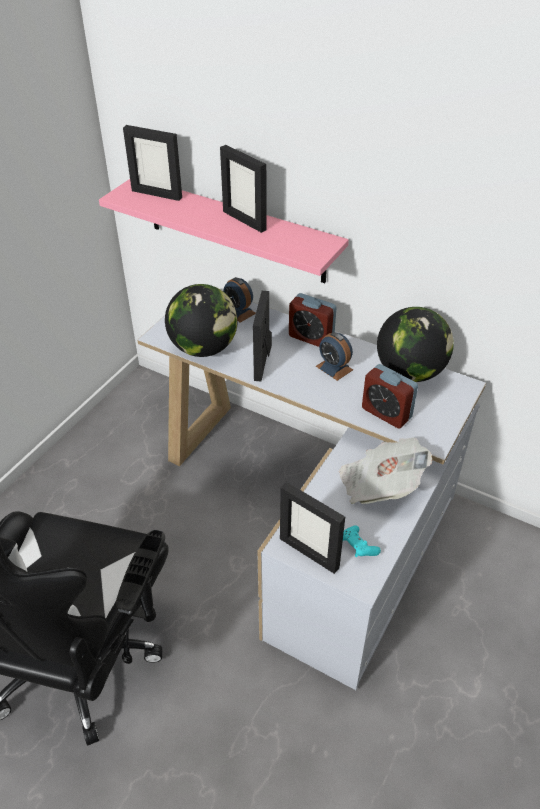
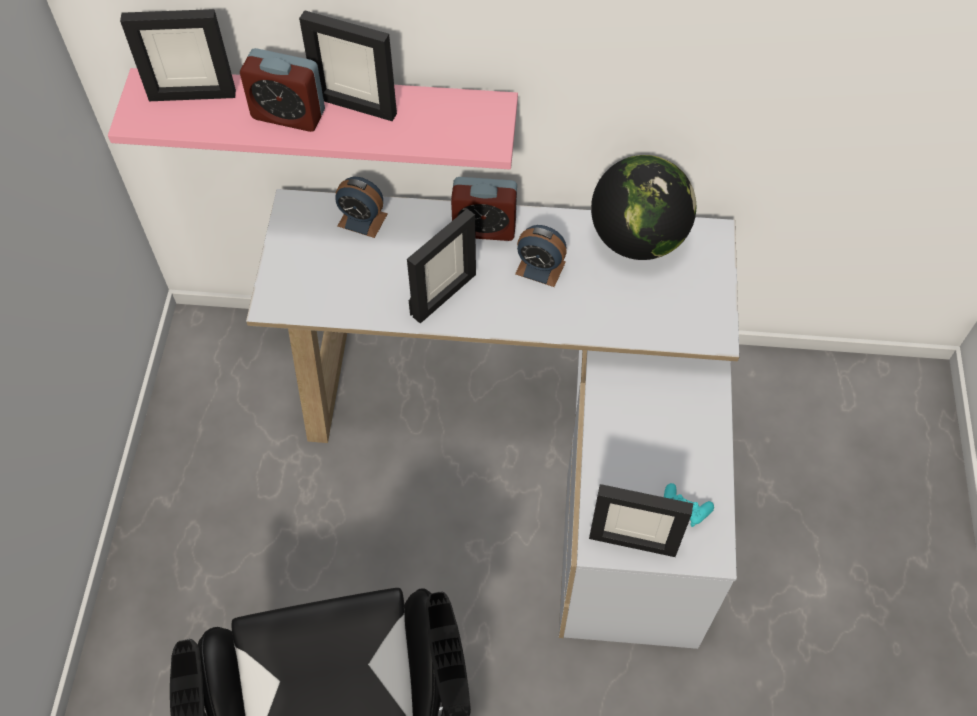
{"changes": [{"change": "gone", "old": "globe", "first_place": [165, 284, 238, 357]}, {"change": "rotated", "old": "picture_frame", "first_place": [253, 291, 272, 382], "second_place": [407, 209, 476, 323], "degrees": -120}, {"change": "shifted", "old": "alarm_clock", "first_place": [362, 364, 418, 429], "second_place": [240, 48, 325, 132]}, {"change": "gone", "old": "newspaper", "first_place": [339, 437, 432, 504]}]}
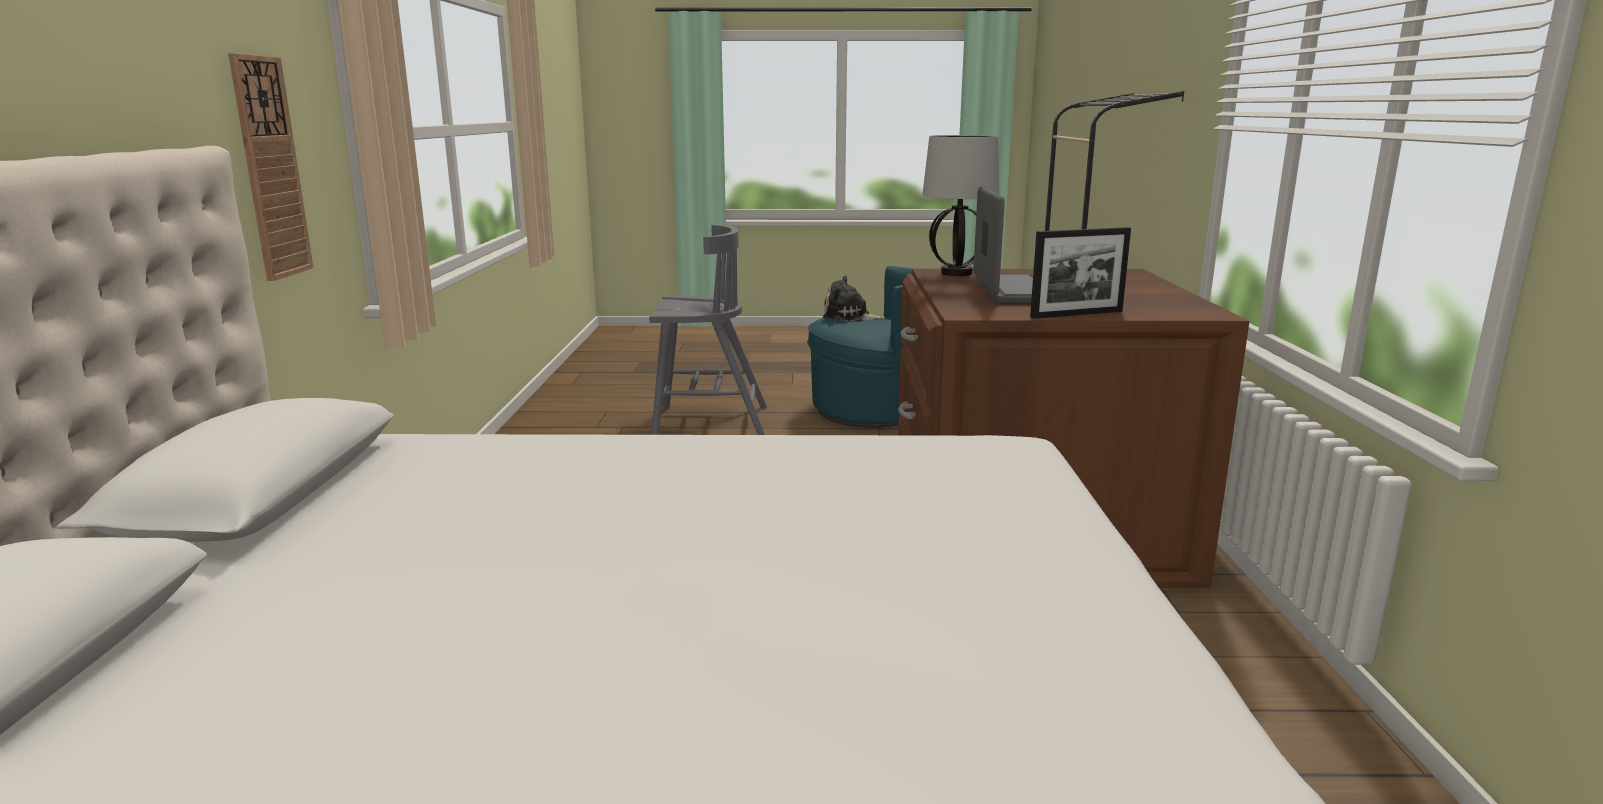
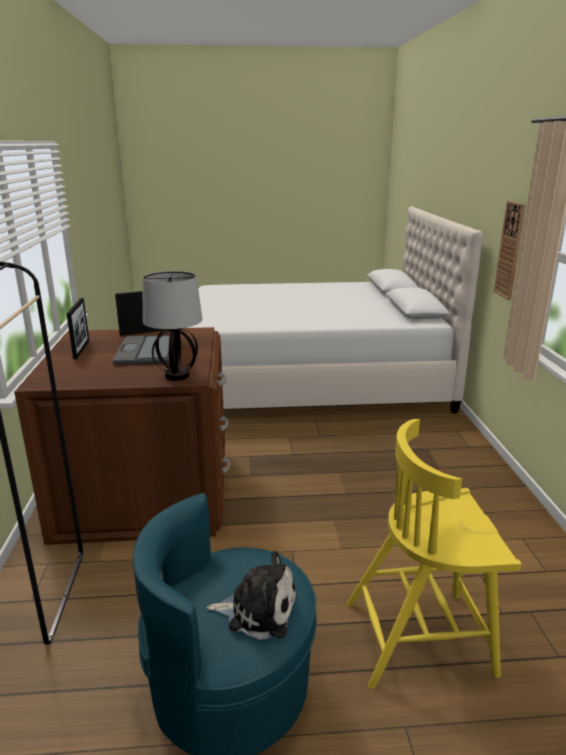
{"changes": [{"change": "repainted", "old": "grey_chair", "new": "yellow_chair", "first_place": [649, 225, 767, 435], "second_place": [346, 419, 522, 689]}, {"change": "new", "new": "picture_frame", "second_place": [66, 298, 89, 359]}]}
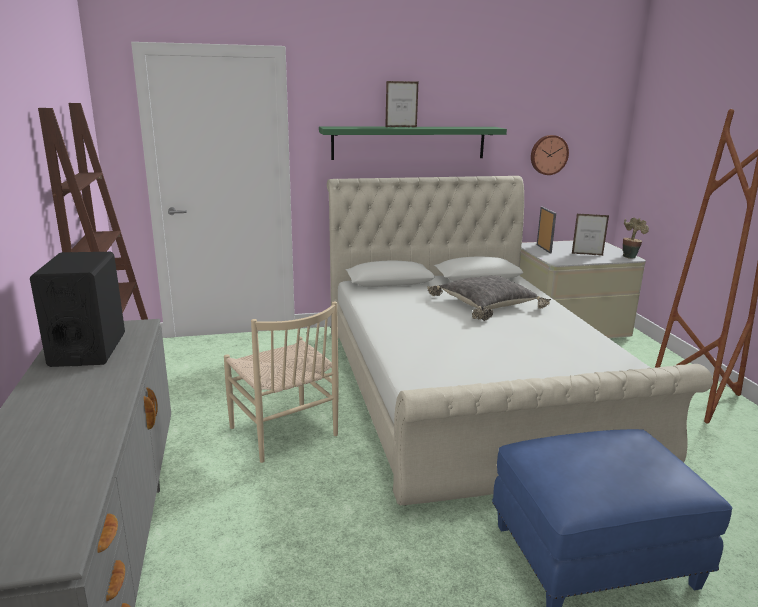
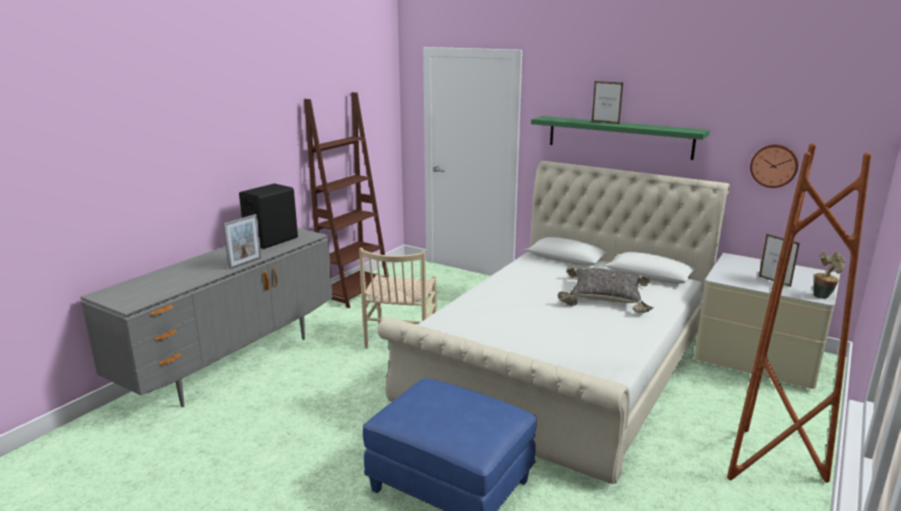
{"changes": [{"change": "shifted", "old": "picture_frame", "first_place": [537, 206, 556, 253], "second_place": [223, 214, 261, 269]}]}
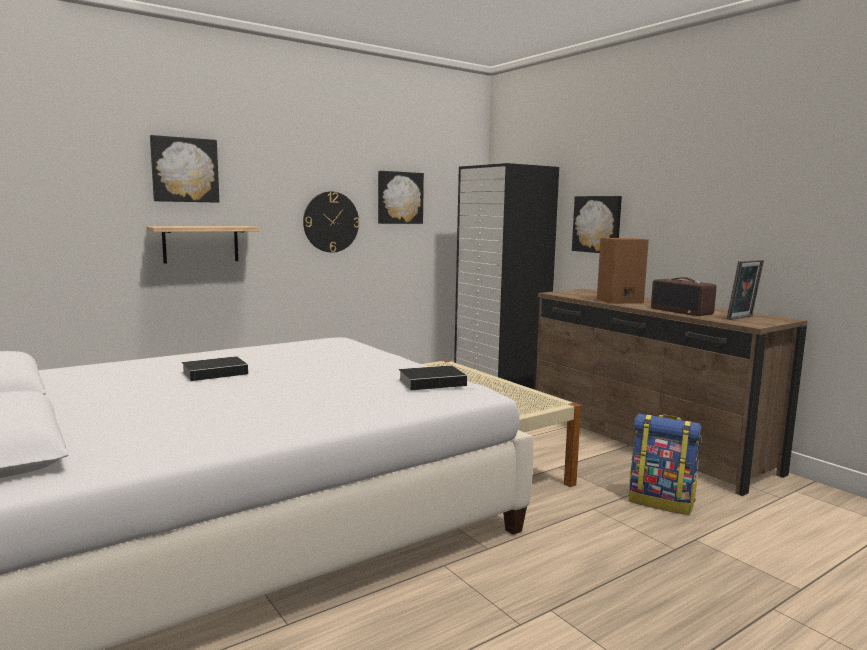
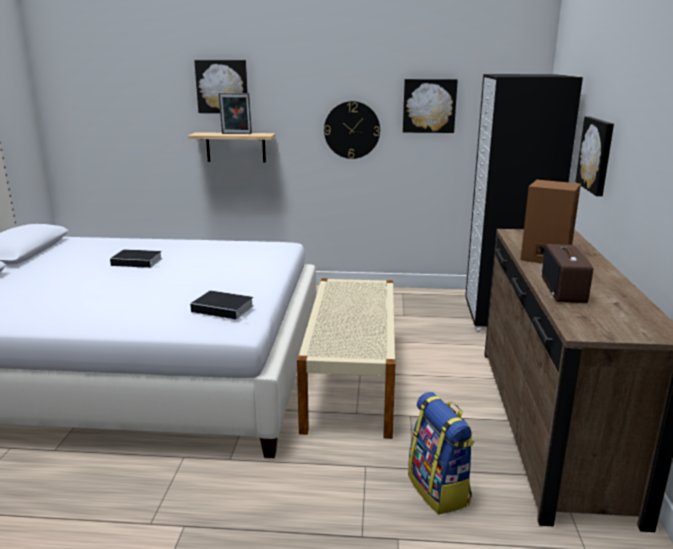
{"changes": [{"change": "shifted", "old": "picture_frame", "first_place": [727, 260, 764, 320], "second_place": [219, 93, 252, 134]}]}
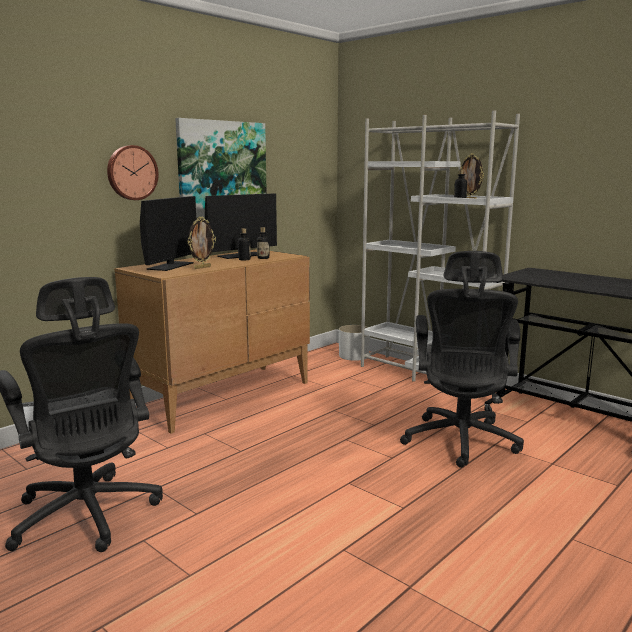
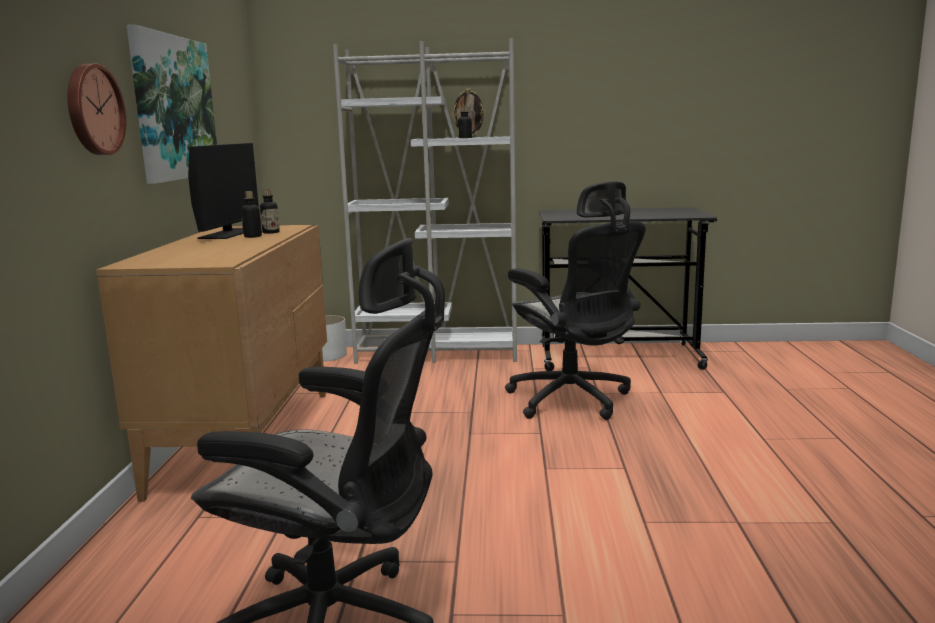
{"changes": [{"change": "gone", "old": "monitor", "first_place": [140, 196, 196, 271]}, {"change": "gone", "old": "picture_frame", "first_place": [187, 217, 216, 269]}]}
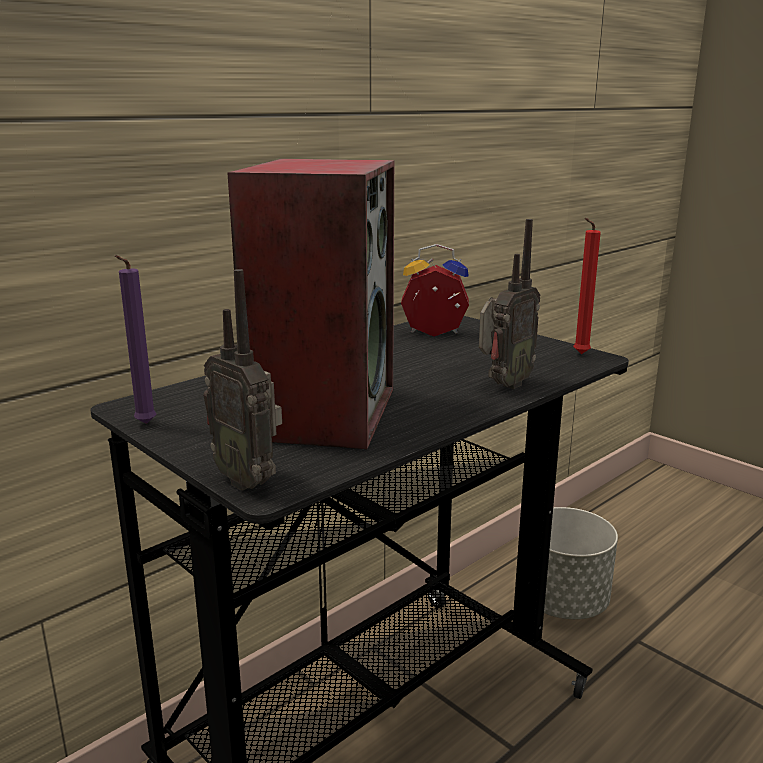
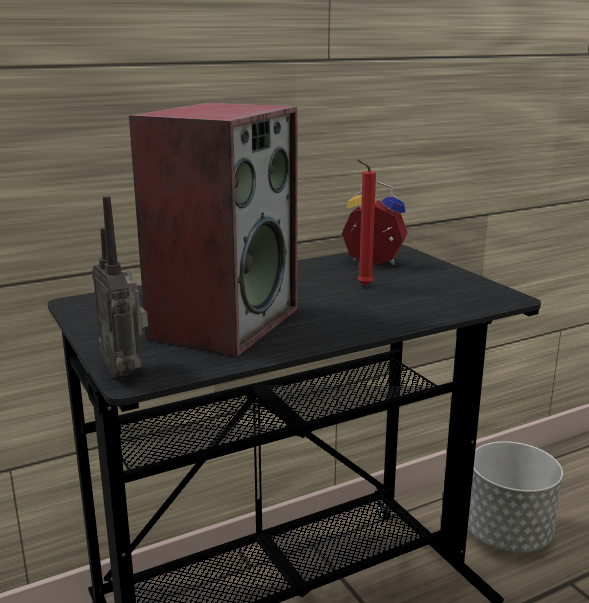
{"changes": [{"change": "shifted", "old": "red_candle", "first_place": [574, 218, 601, 354], "second_place": [357, 160, 376, 286]}, {"change": "gone", "old": "radio", "first_place": [479, 219, 540, 389]}, {"change": "gone", "old": "purple_candle", "first_place": [115, 255, 157, 424]}]}
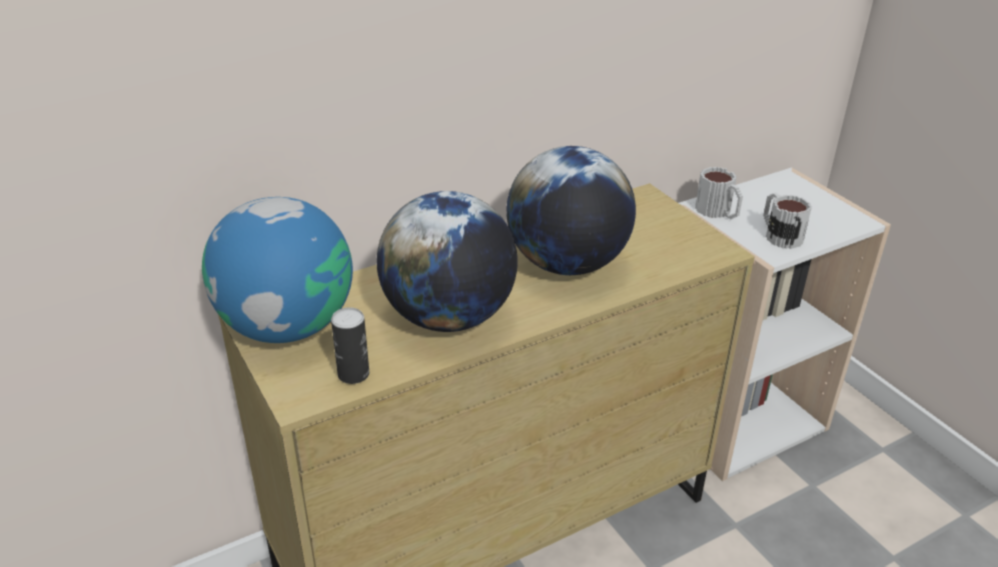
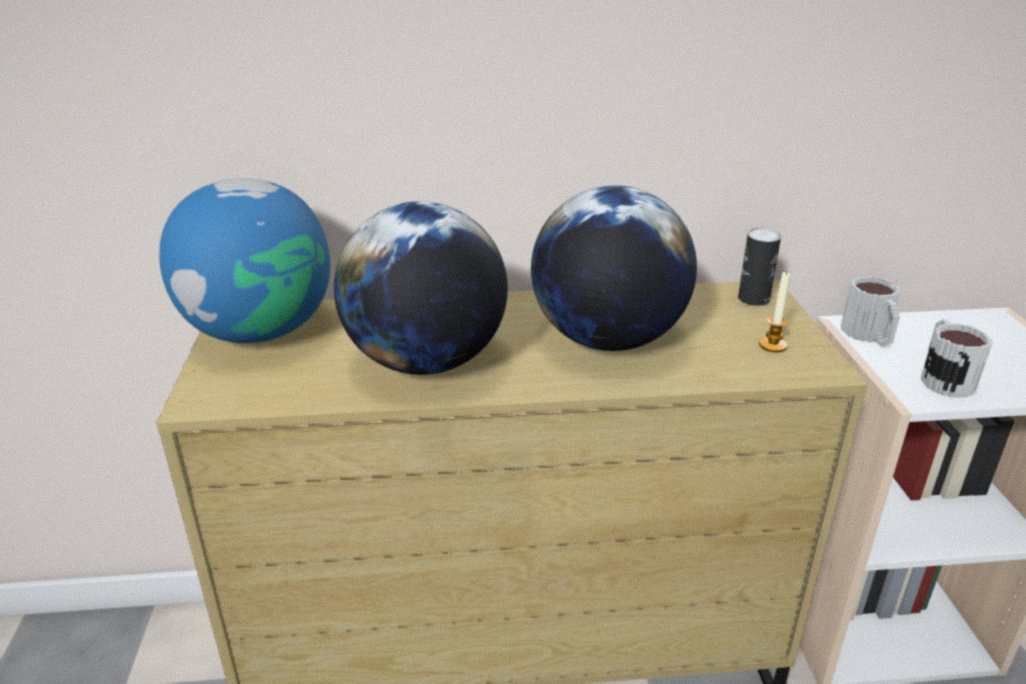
{"changes": [{"change": "shifted", "old": "can", "first_place": [331, 307, 369, 384], "second_place": [738, 227, 781, 306]}, {"change": "new", "new": "candle", "second_place": [759, 272, 790, 352]}]}
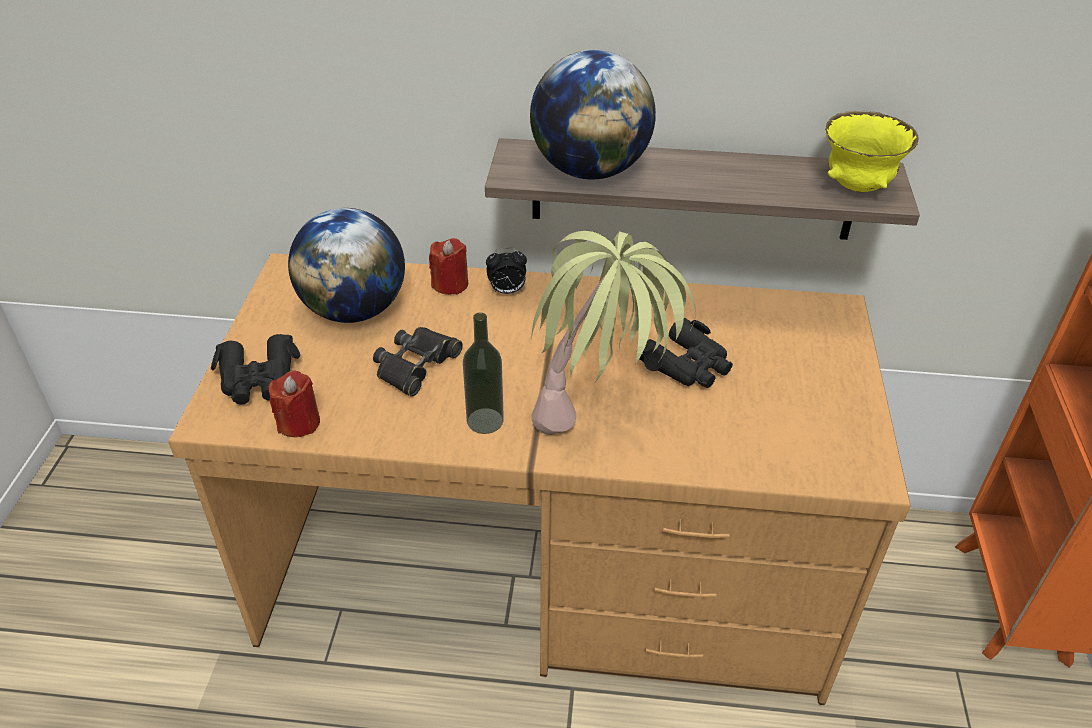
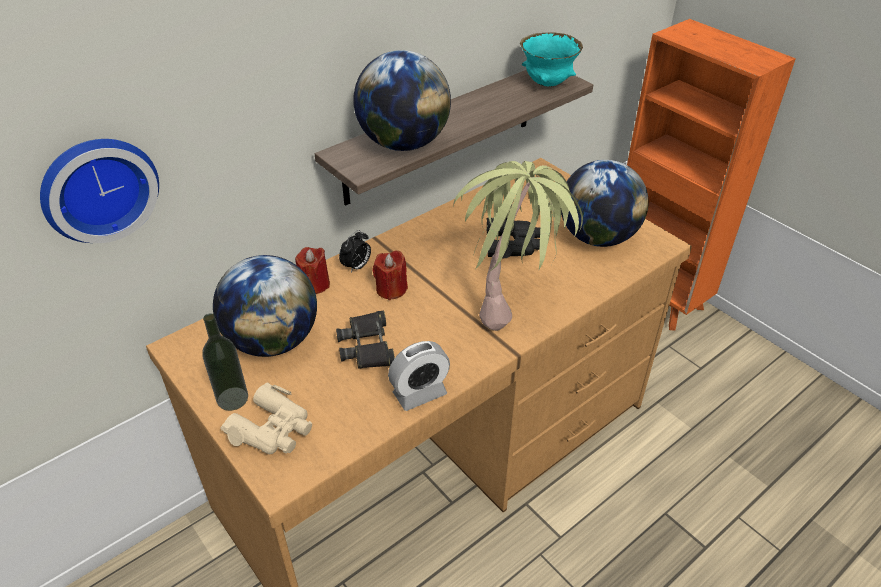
{"changes": [{"change": "repainted", "old": "yellow_bowl", "new": "turquoise_bowl", "first_place": [825, 110, 919, 192], "second_place": [520, 32, 583, 87]}, {"change": "shifted", "old": "bottle", "first_place": [463, 312, 504, 434], "second_place": [202, 313, 248, 411]}, {"change": "repainted", "old": "black_binoculars", "new": "beige_binoculars", "first_place": [211, 334, 300, 405], "second_place": [221, 382, 312, 454]}, {"change": "shifted", "old": "red_candle", "first_place": [269, 370, 320, 438], "second_place": [372, 250, 408, 300]}, {"change": "new", "new": "wall_clock", "second_place": [40, 139, 159, 243]}, {"change": "new", "new": "globe", "second_place": [561, 160, 649, 247]}, {"change": "new", "new": "alarm_clock", "second_place": [388, 341, 450, 411]}]}
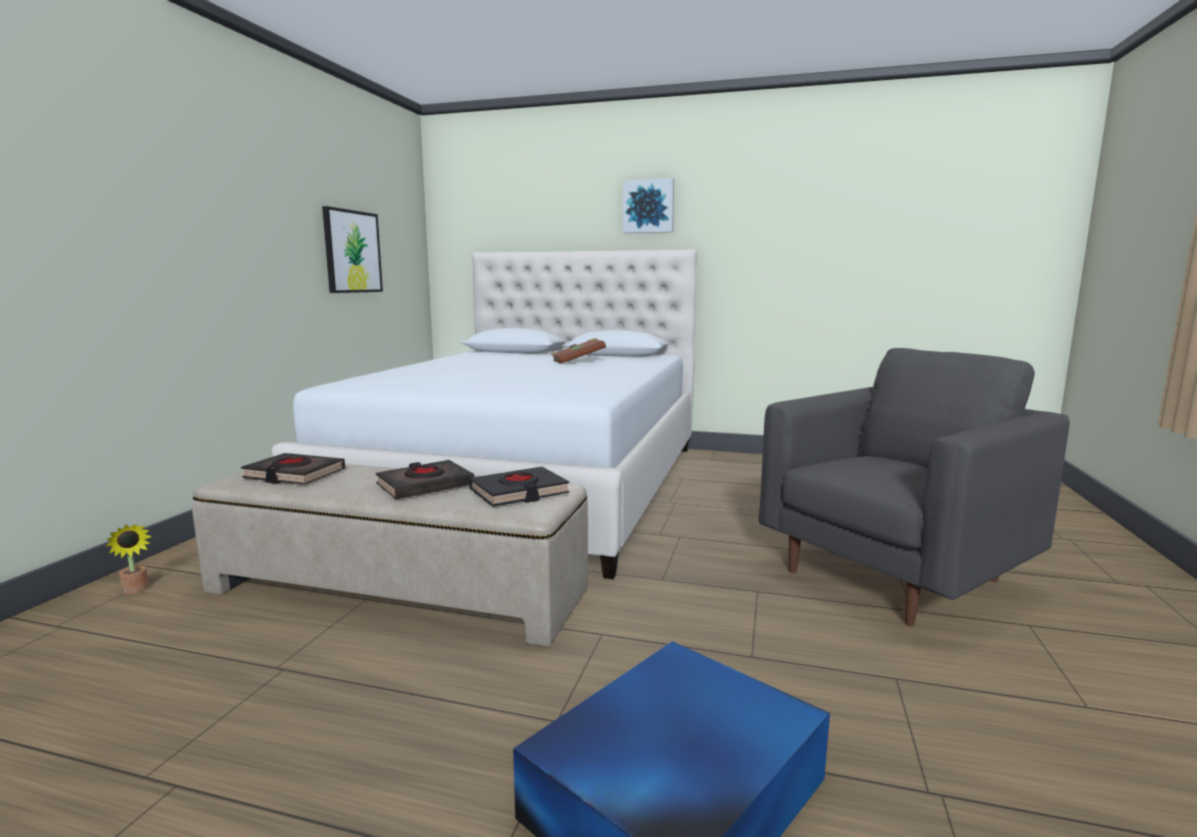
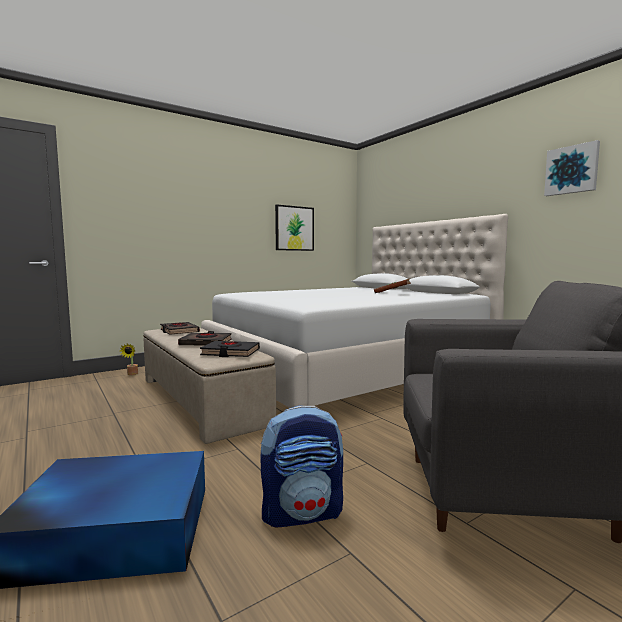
{"changes": [{"change": "shifted", "old": "picture", "first_place": [623, 178, 674, 233], "second_place": [544, 140, 600, 196]}, {"change": "new", "new": "backpack", "second_place": [261, 405, 343, 528]}]}
